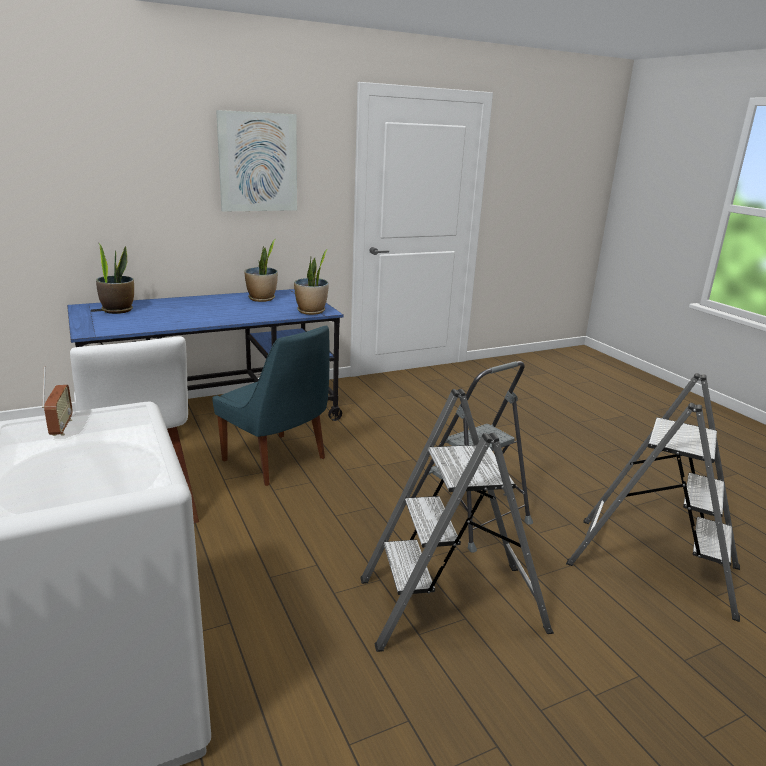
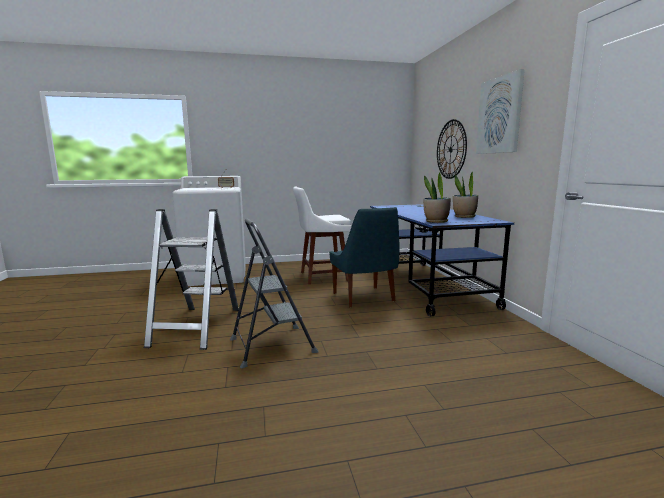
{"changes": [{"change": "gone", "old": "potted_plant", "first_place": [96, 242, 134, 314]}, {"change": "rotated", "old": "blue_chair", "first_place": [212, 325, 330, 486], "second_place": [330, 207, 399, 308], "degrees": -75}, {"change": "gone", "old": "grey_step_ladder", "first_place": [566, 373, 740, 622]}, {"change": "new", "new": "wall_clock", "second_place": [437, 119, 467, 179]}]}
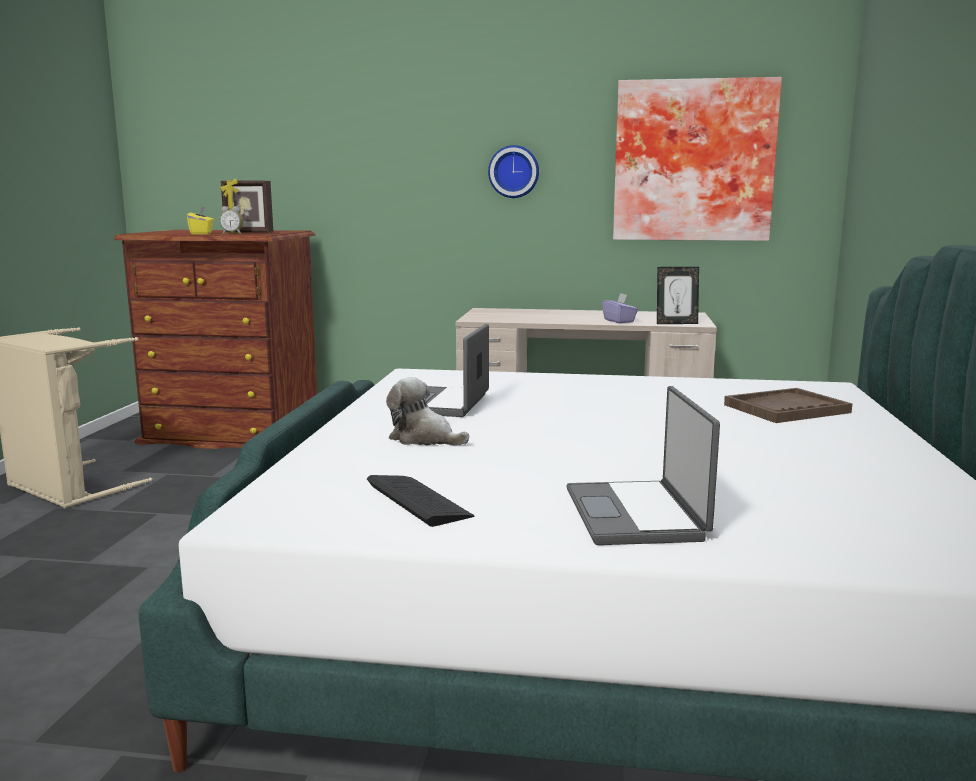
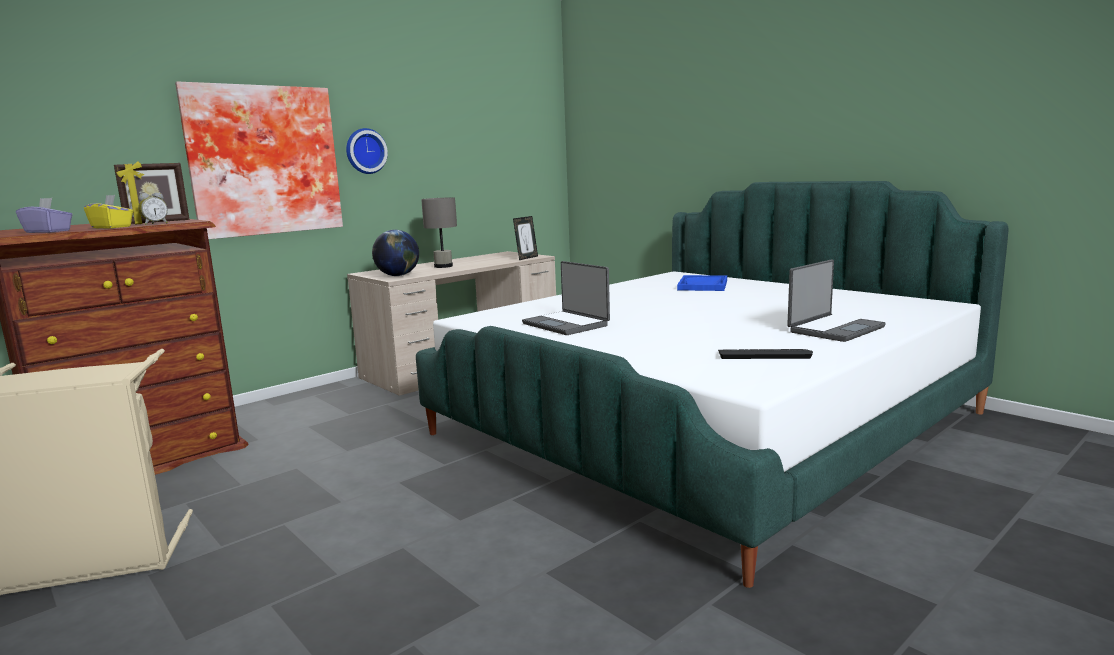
{"changes": [{"change": "shifted", "old": "picture", "first_place": [613, 77, 782, 241], "second_place": [175, 81, 343, 239]}, {"change": "shifted", "old": "purple_tissue_box", "first_place": [602, 293, 638, 323], "second_place": [16, 198, 73, 233]}, {"change": "gone", "old": "plush_toy", "first_place": [386, 377, 469, 445]}, {"change": "rotated", "old": "laptop", "first_place": [566, 386, 720, 545], "second_place": [787, 260, 886, 342], "degrees": -75}, {"change": "repainted", "old": "brown_tray", "new": "blue_tray", "first_place": [724, 388, 852, 423], "second_place": [677, 275, 727, 291]}, {"change": "new", "new": "grey_table_lamp", "second_place": [421, 197, 457, 268]}, {"change": "new", "new": "globe", "second_place": [372, 230, 419, 276]}]}
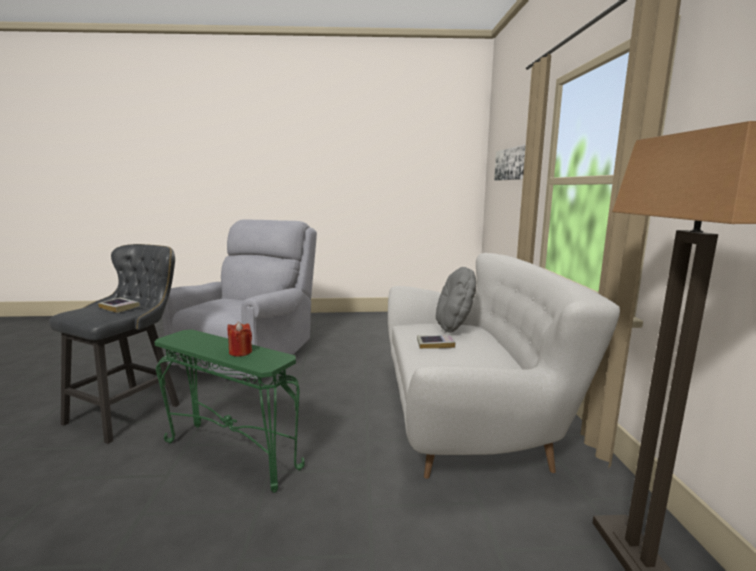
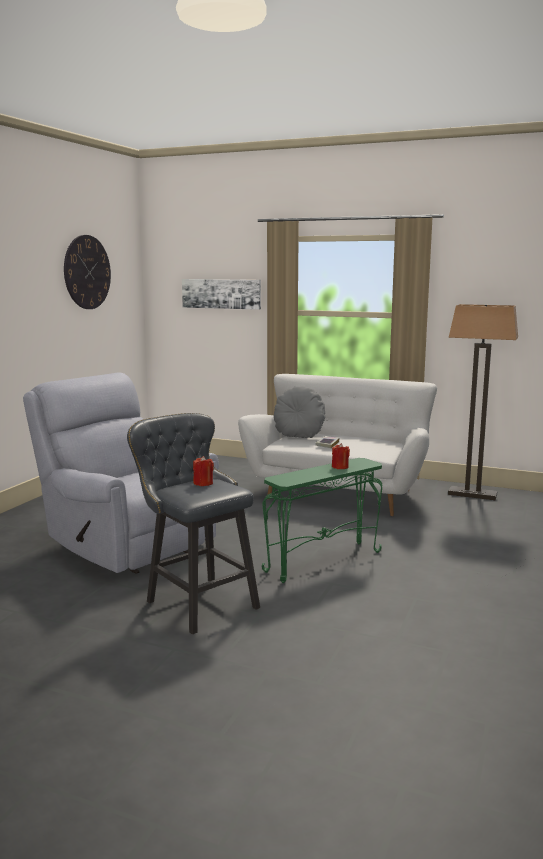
{"changes": [{"change": "swapped", "old": "book", "new": "red_candle", "first_place": [98, 297, 140, 313], "second_place": [193, 456, 214, 486]}, {"change": "new", "new": "wall_clock", "second_place": [64, 235, 111, 309]}]}
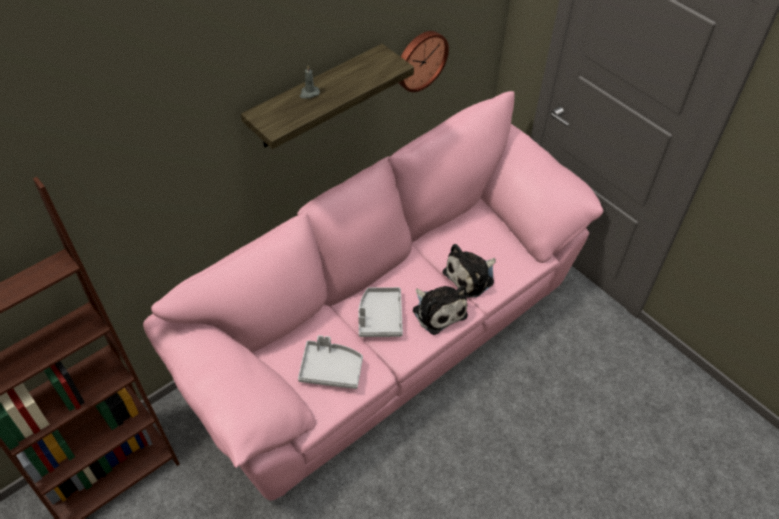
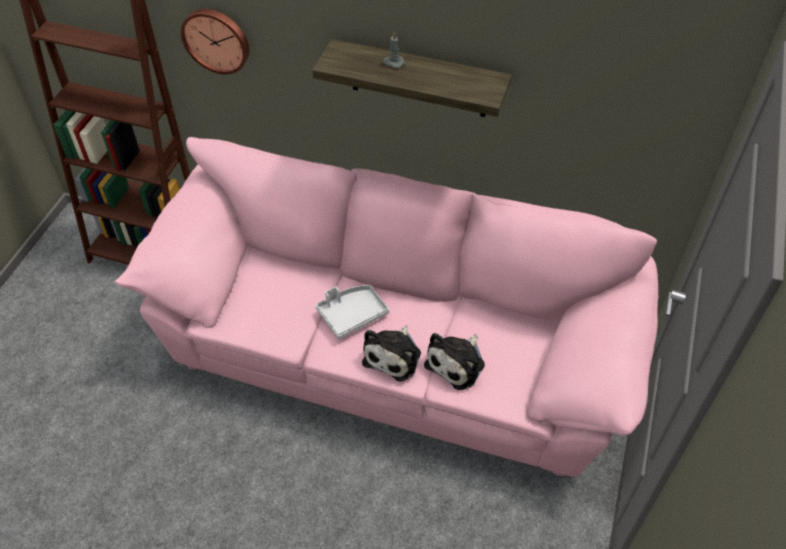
{"changes": [{"change": "shifted", "old": "wall_clock", "first_place": [399, 31, 449, 92], "second_place": [181, 9, 249, 75]}, {"change": "rotated", "old": "plush_toy", "first_place": [442, 244, 496, 298], "second_place": [424, 333, 485, 390], "degrees": -75}, {"change": "gone", "old": "grey_tray", "first_place": [298, 335, 363, 389]}]}
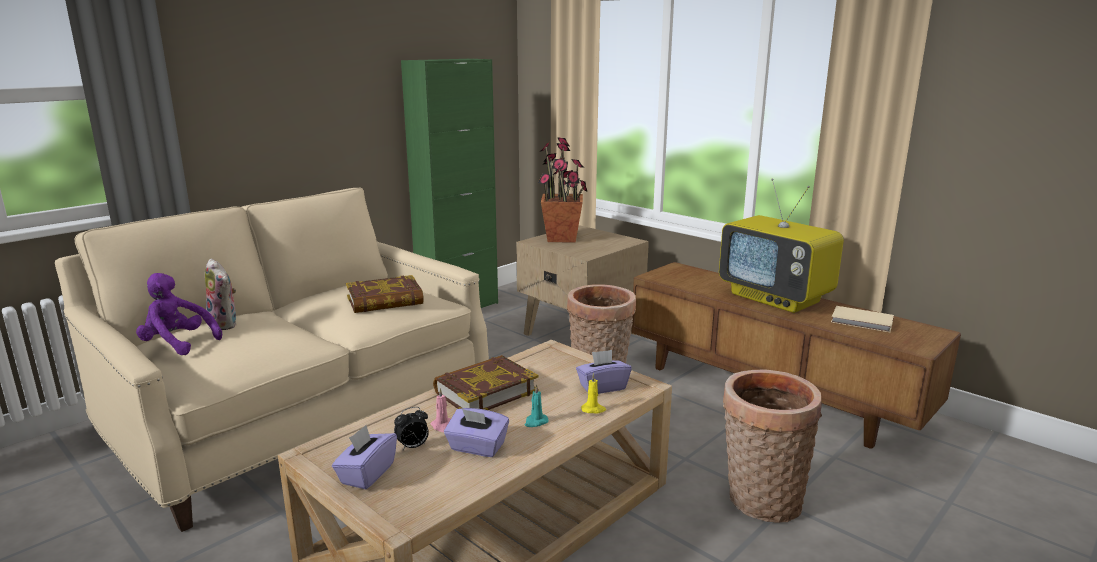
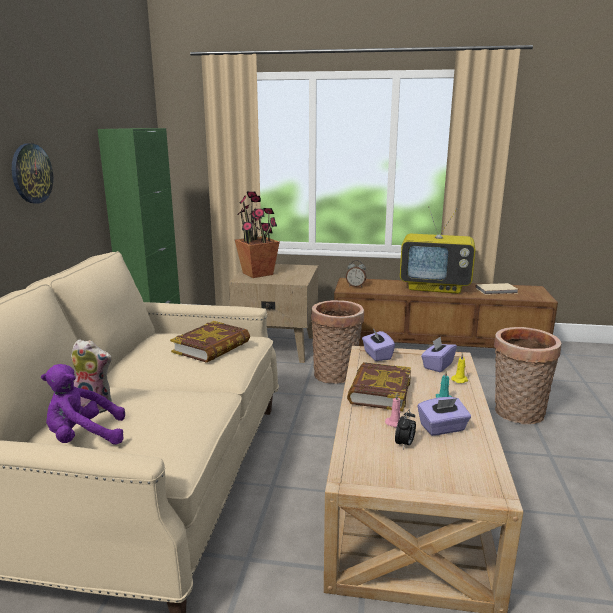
{"changes": [{"change": "shifted", "old": "purple_tissue_box", "first_place": [332, 425, 397, 489], "second_place": [362, 329, 395, 361]}, {"change": "new", "new": "wall_clock", "second_place": [12, 143, 53, 204]}, {"change": "new", "new": "alarm_clock", "second_place": [346, 260, 366, 287]}]}
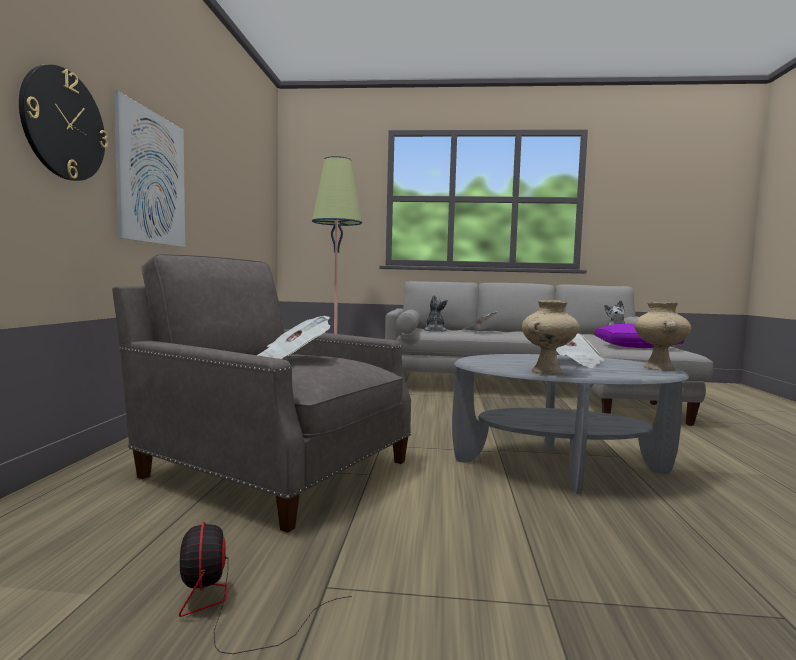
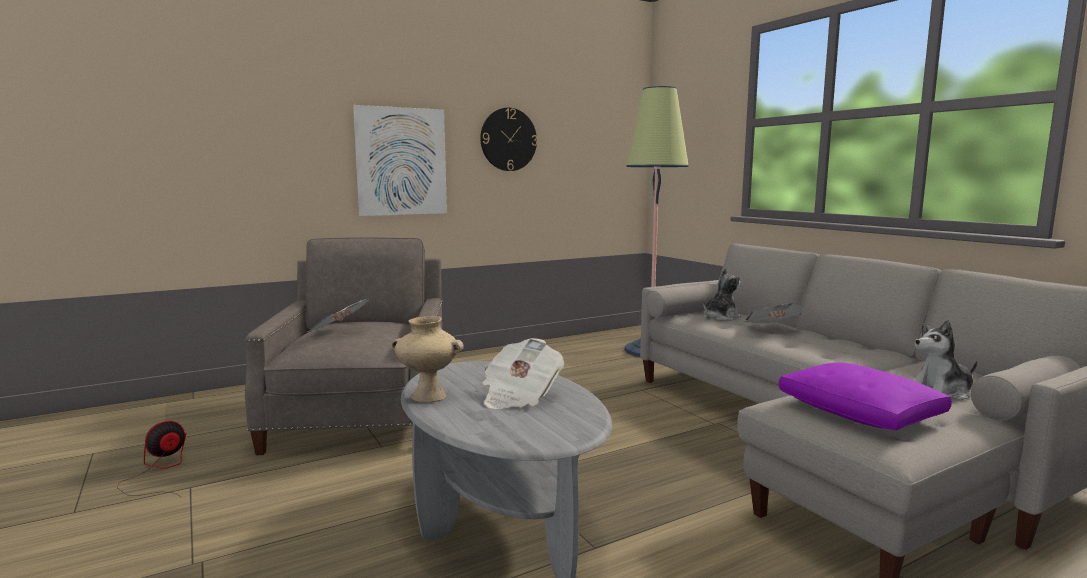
{"changes": [{"change": "shifted", "old": "wall_clock", "first_place": [19, 65, 108, 181], "second_place": [480, 108, 537, 171]}, {"change": "gone", "old": "beige_vase", "first_place": [634, 302, 691, 371]}]}
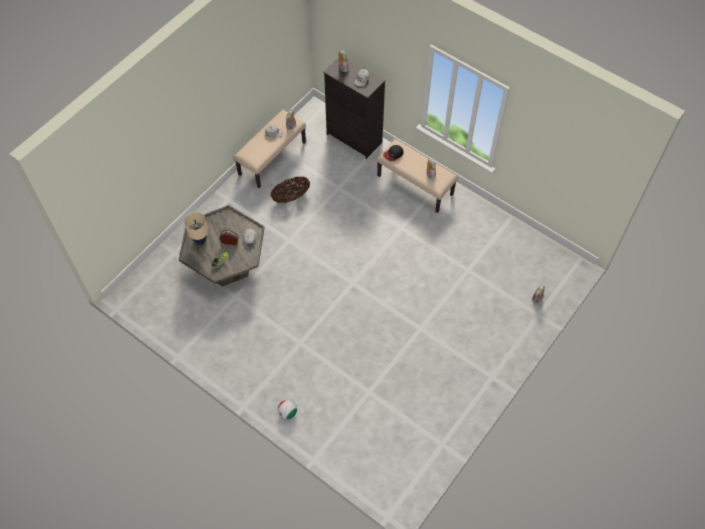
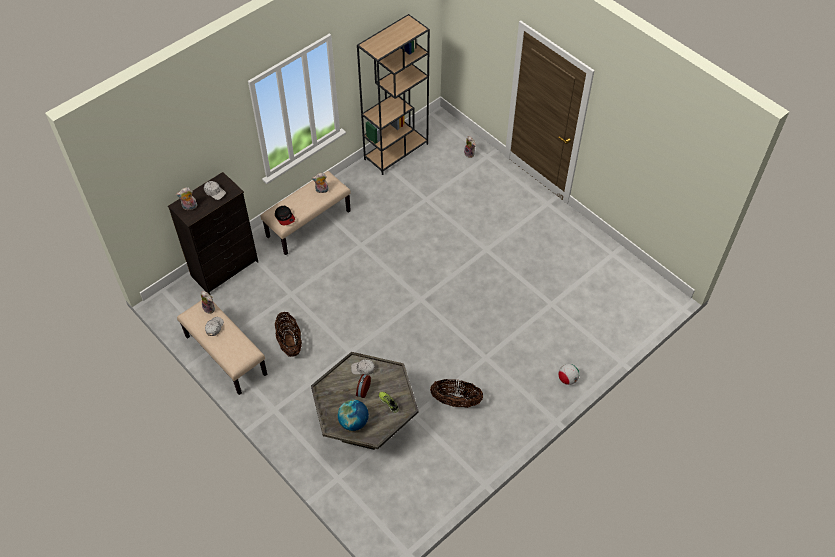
{"changes": [{"change": "swapped", "old": "beige_table_lamp", "new": "globe", "first_place": [184, 212, 208, 245], "second_place": [338, 400, 369, 431]}, {"change": "new", "new": "bookcase", "second_place": [357, 14, 430, 175]}, {"change": "new", "new": "basket", "second_place": [430, 379, 483, 408]}]}
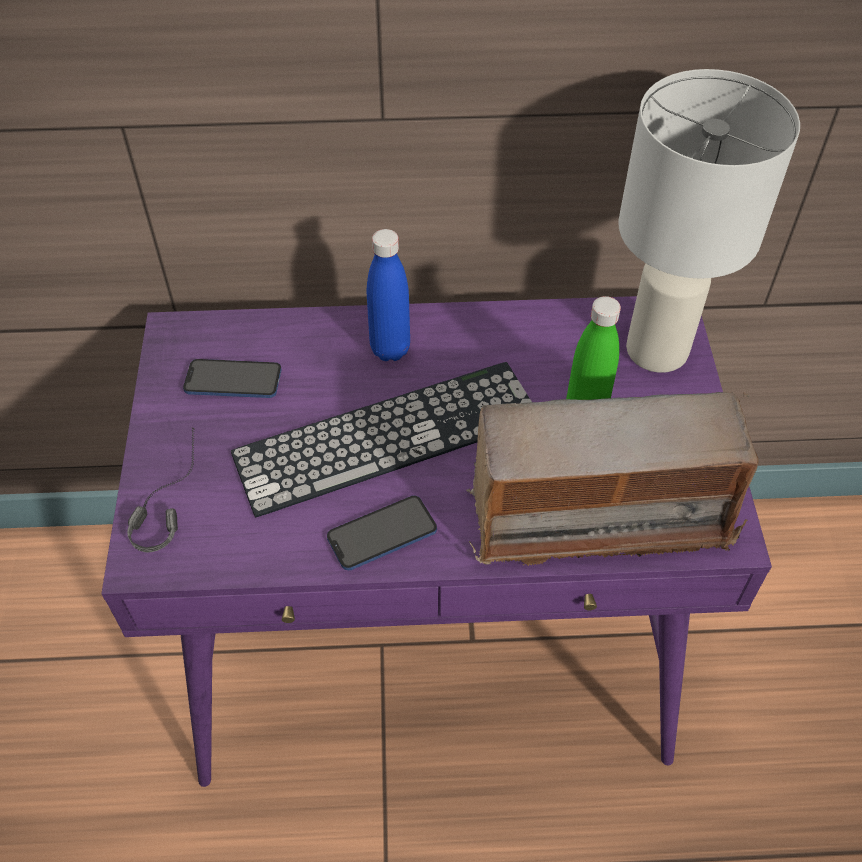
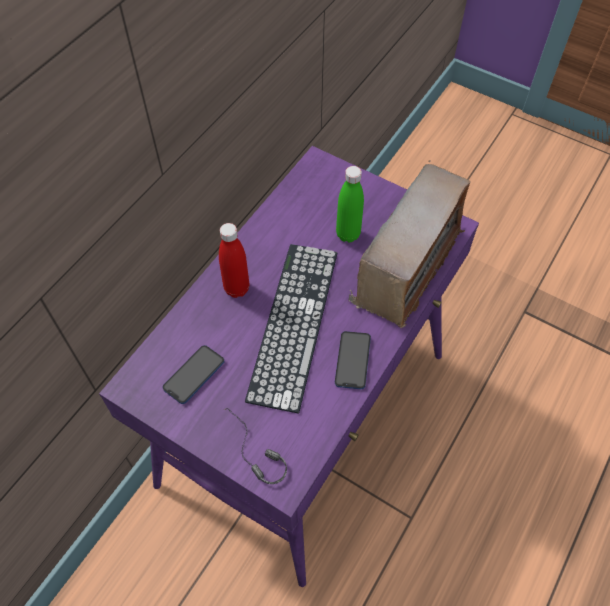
{"changes": [{"change": "gone", "old": "white_table_lamp", "first_place": [618, 69, 800, 373]}, {"change": "repainted", "old": "blue_bottle", "new": "red_bottle", "first_place": [367, 229, 410, 361], "second_place": [219, 223, 249, 298]}]}
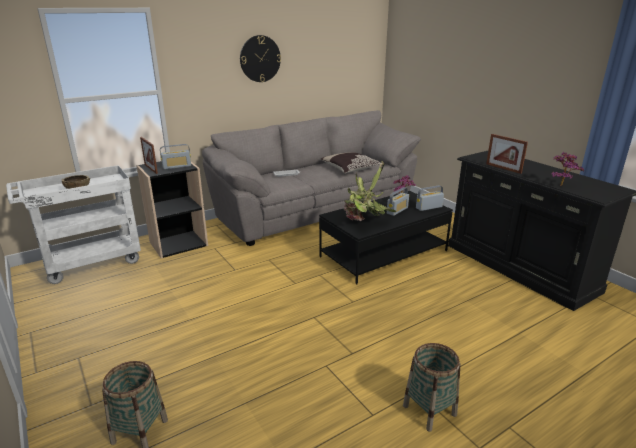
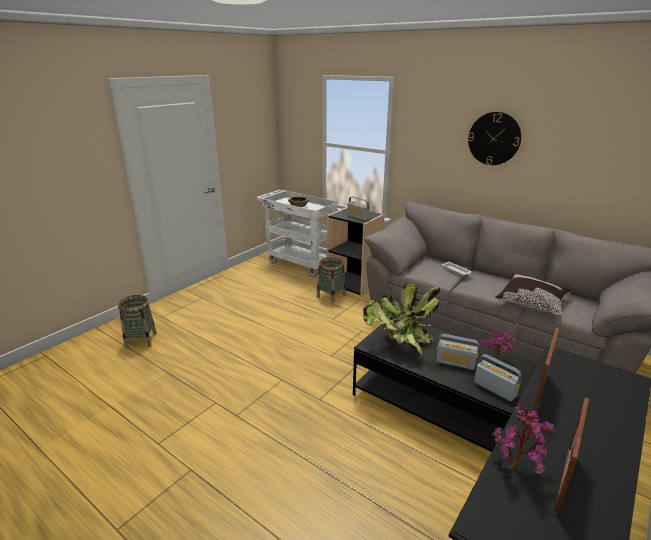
{"changes": [{"change": "shifted", "old": "picture_frame", "first_place": [140, 137, 158, 174], "second_place": [554, 397, 589, 515]}, {"change": "shifted", "old": "basket", "first_place": [403, 343, 460, 432], "second_place": [317, 258, 346, 304]}]}
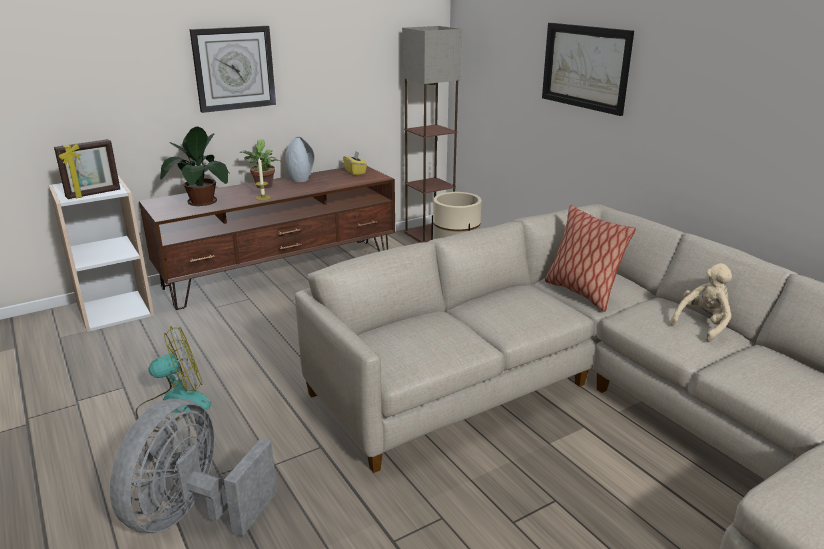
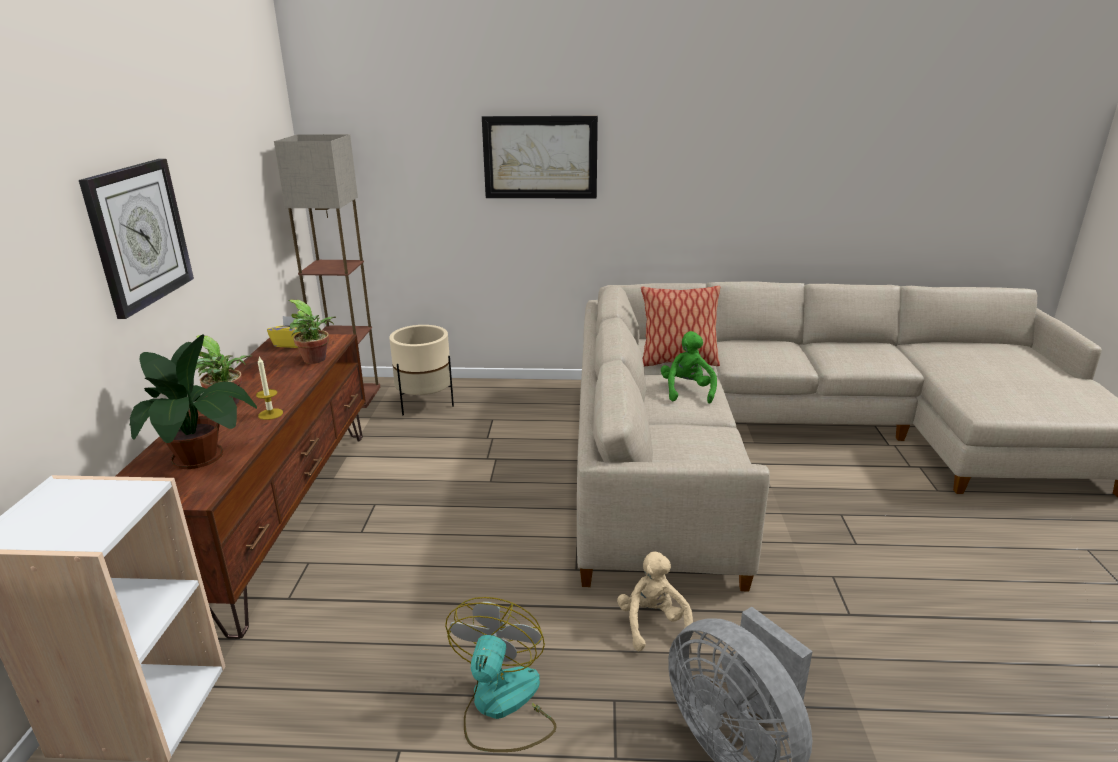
{"changes": [{"change": "gone", "old": "grey_vase", "first_place": [285, 137, 315, 182]}, {"change": "gone", "old": "picture_frame", "first_place": [54, 139, 120, 199]}, {"change": "shifted", "old": "beige_plush_toy", "first_place": [670, 263, 732, 342], "second_place": [617, 551, 693, 651]}, {"change": "new", "new": "potted_plant", "second_place": [289, 300, 336, 364]}, {"change": "new", "new": "green_plush_toy", "second_place": [661, 331, 717, 403]}]}
